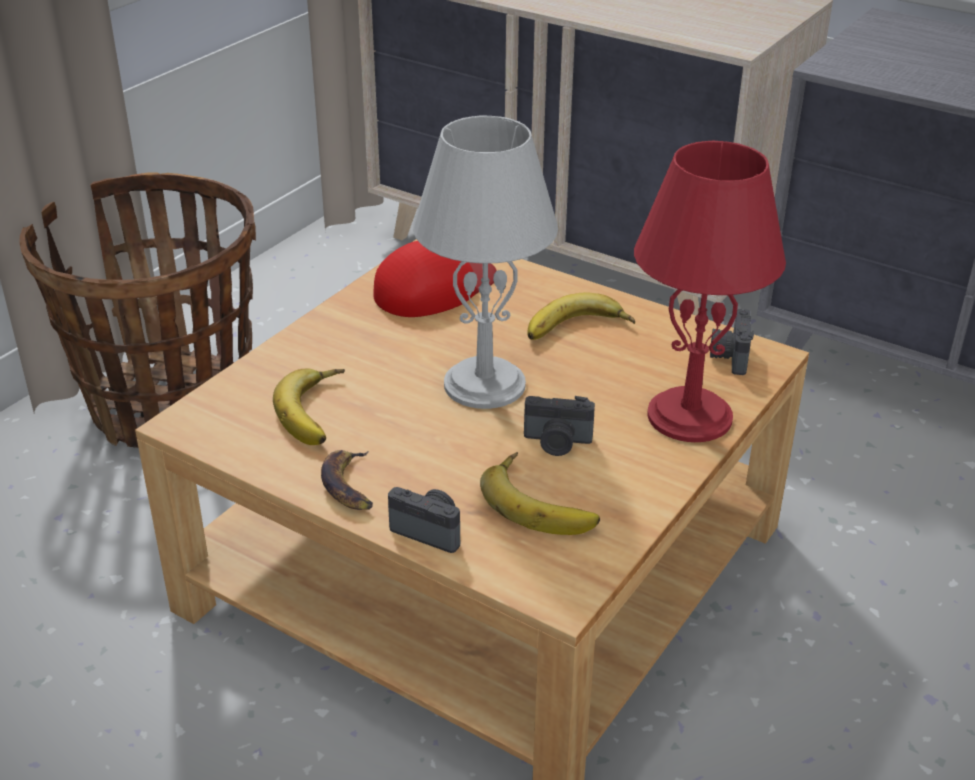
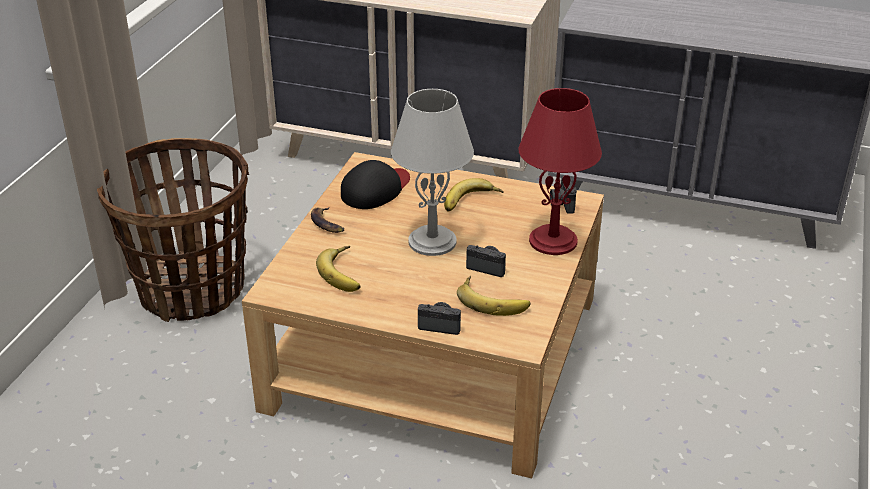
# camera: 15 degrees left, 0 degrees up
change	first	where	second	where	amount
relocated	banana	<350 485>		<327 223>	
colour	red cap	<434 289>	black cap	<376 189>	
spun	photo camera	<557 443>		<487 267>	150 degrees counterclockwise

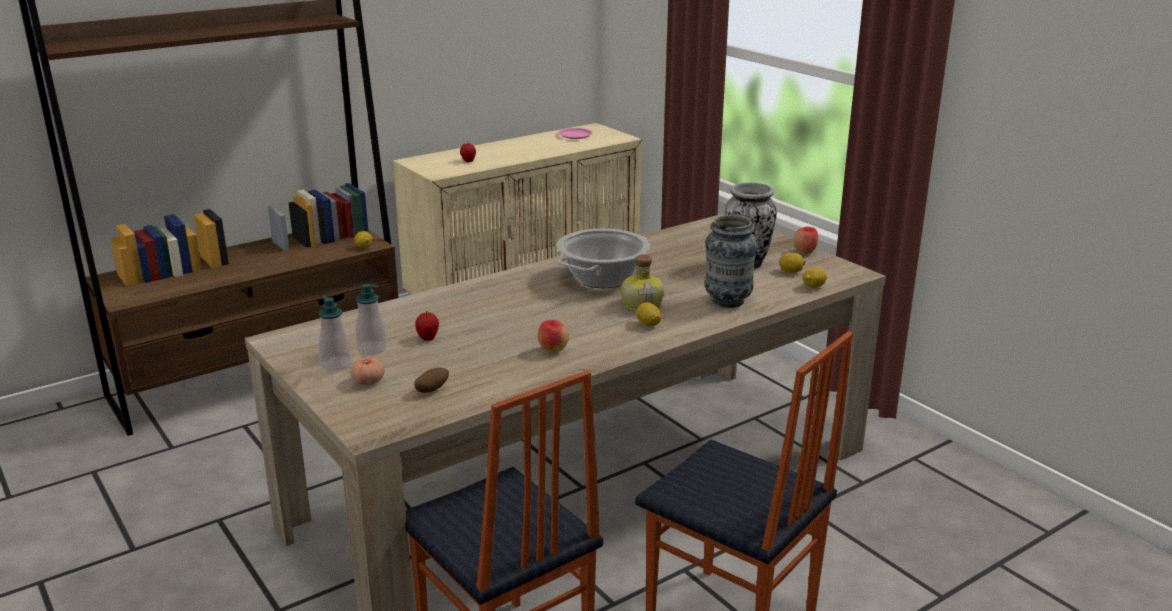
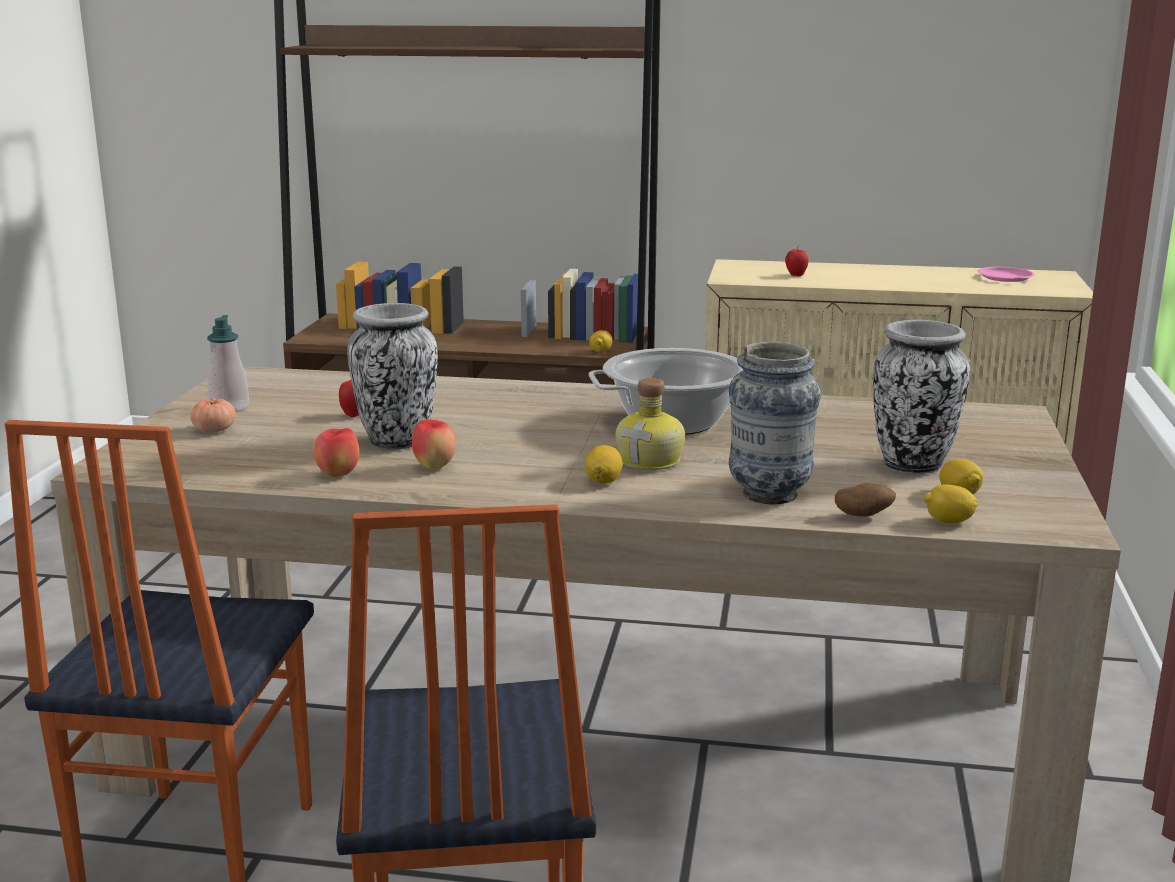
# camera: 45 degrees right, 5 degrees down
change	first	where	second	where	amount
missing	soap dispenser	<372 349>			
appeared			vase	<396 442>	
relocated	potato	<432 390>		<863 516>	
relocated	apple	<805 252>		<337 475>	

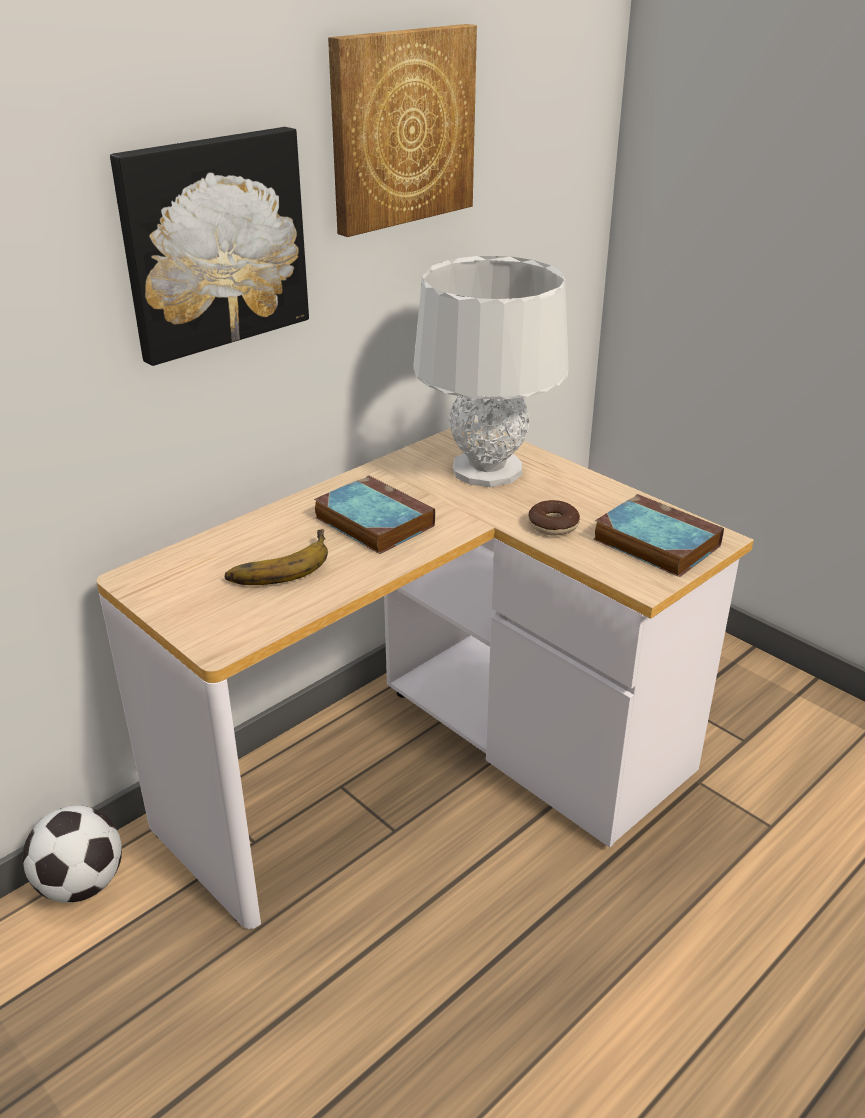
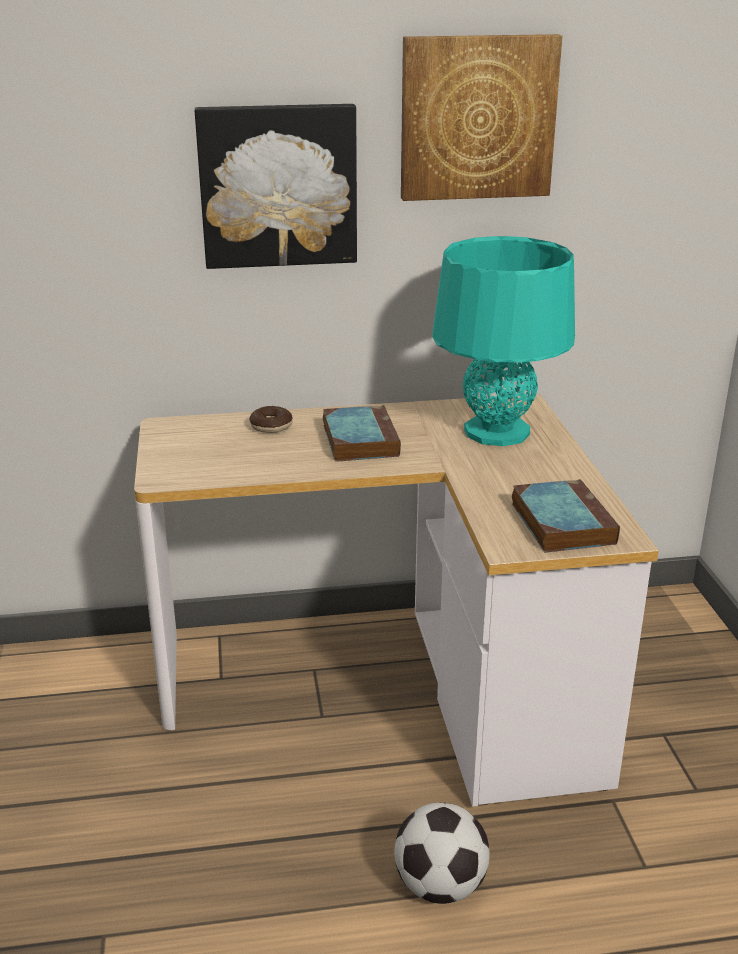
# camera: 35 degrees right, 5 degrees down
change	first	where	second	where	amount
missing	banana	<278 564>			
relocated	football	<81 885>		<439 885>	
relocated	donut	<553 525>		<271 426>	
colour	grey table lamp	<486 470>	turquoise table lamp	<496 432>	

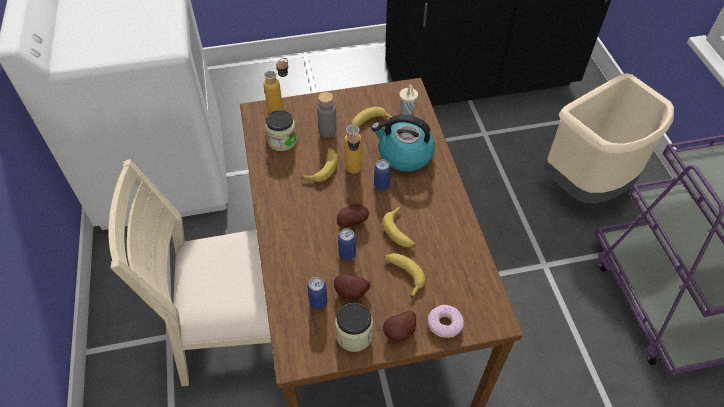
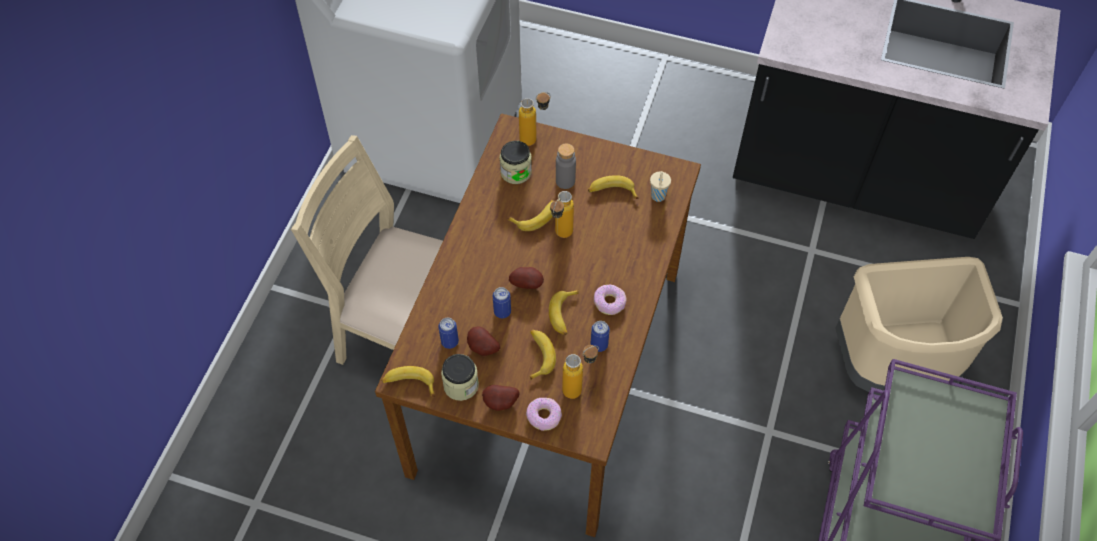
# camera: 30 degrees right, 5 degrees up
change	first	where	second	where	amount
missing	kettle	<404 155>			
appeared			banana	<409 383>	
appeared			bottle	<579 387>	
appeared			donut	<609 302>	
relocated	can	<381 185>		<599 345>	

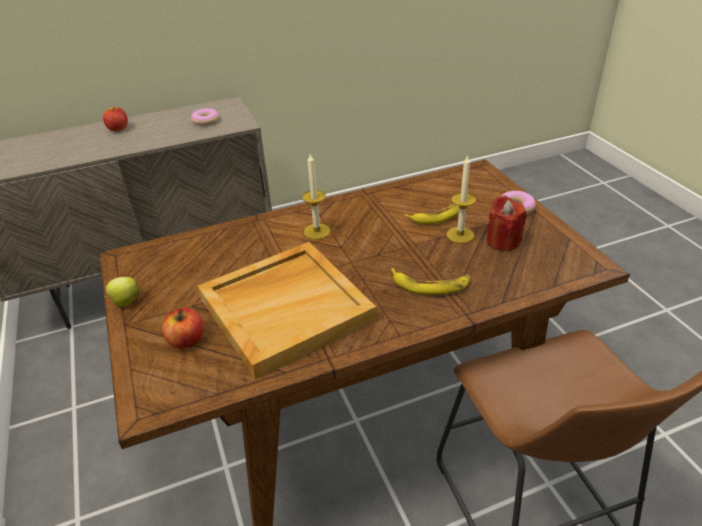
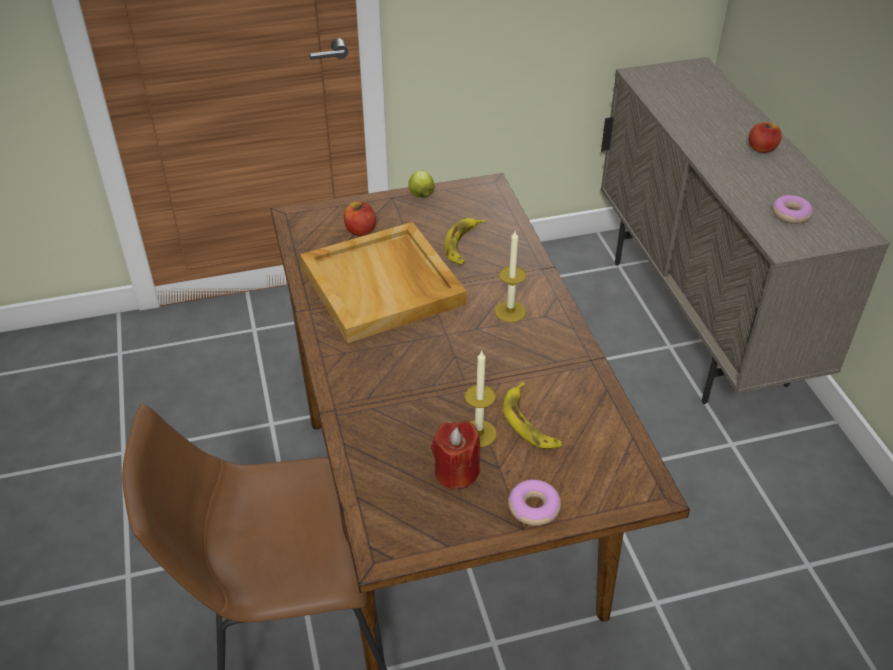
# camera: 95 degrees right, 5 degrees up
change	first	where	second	where	amount
relocated	banana	<430 285>		<463 245>	

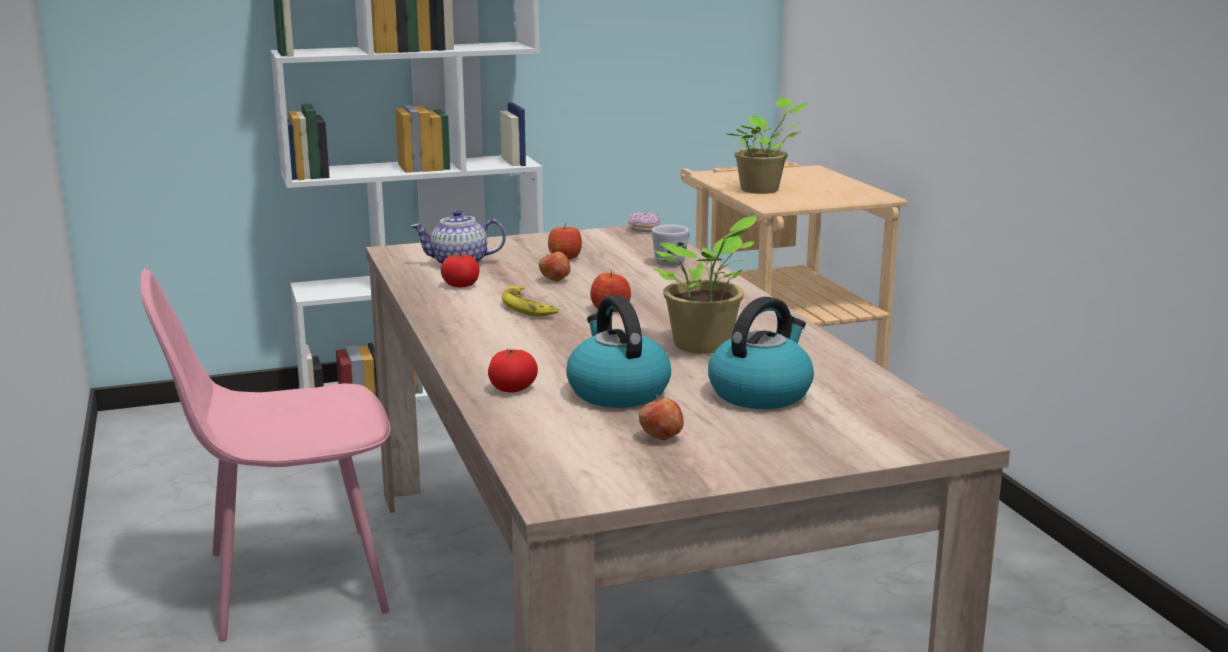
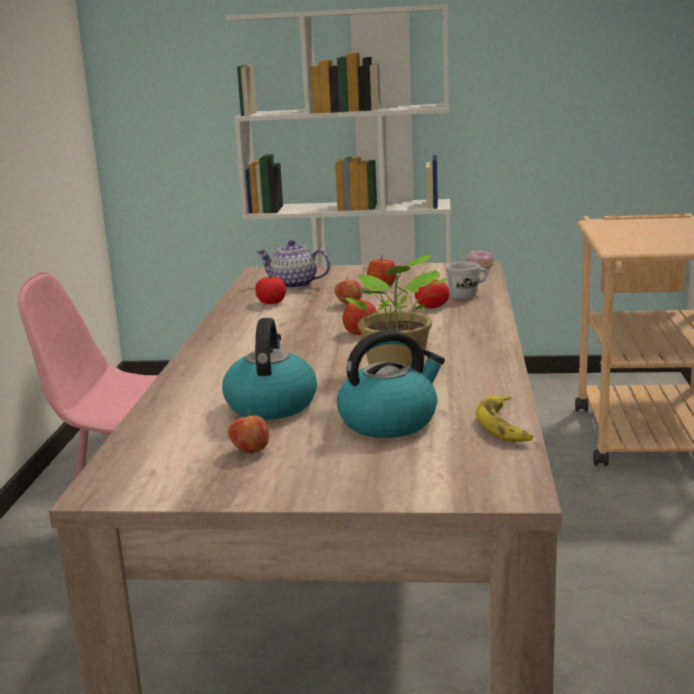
# camera: 25 degrees right, 0 degrees up
change	first	where	second	where	amount
missing	potted plant	<763 190>			
relocated	tomato	<513 389>		<432 306>	
relocated	banana	<529 307>		<505 426>	

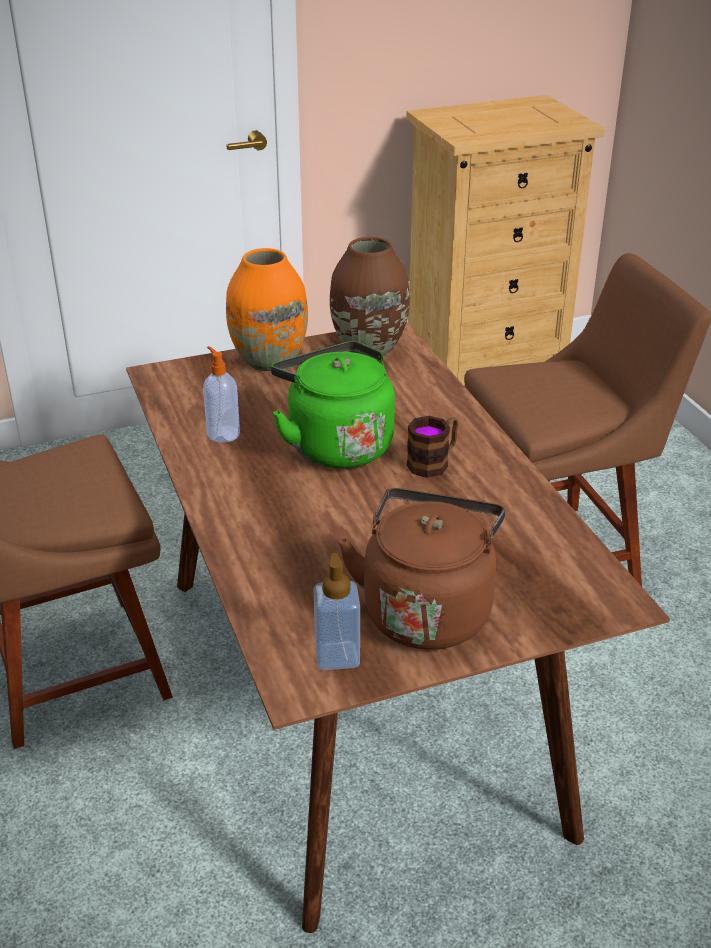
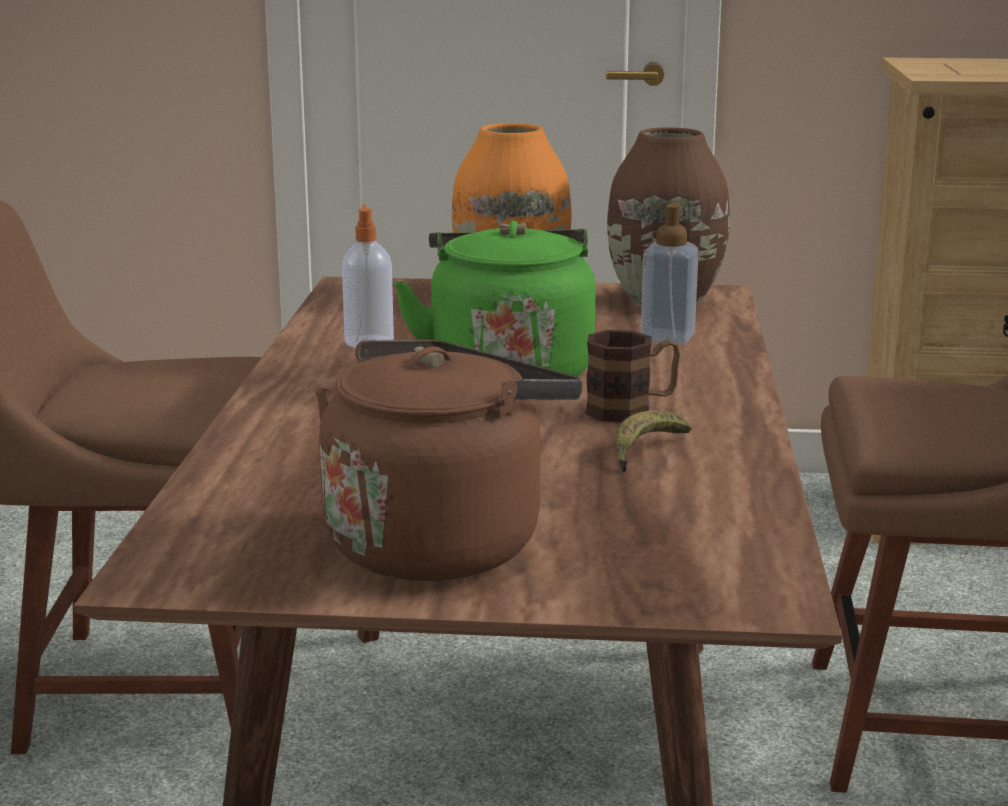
# camera: 25 degrees right, 15 degrees down
change	first	where	second	where	amount
appeared			banana	<645 452>	
relocated	soap dispenser	<337 656>		<667 337>	

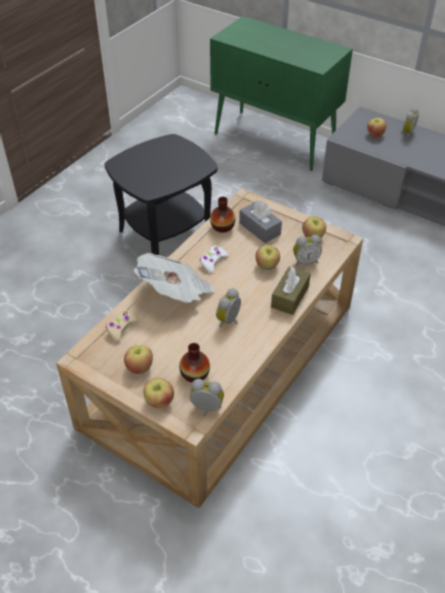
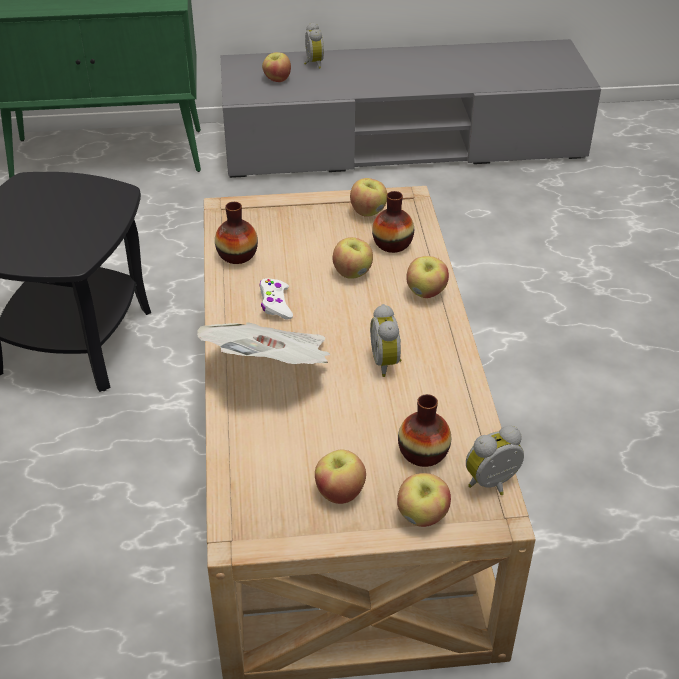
# camera: 40 degrees left, 5 degrees down
change	first	where	second	where	amount
missing	beige game controller	<121 327>			
missing	grey tissue box	<259 228>			
exchanged	brown tissue box	<290 297>	apple	<426 293>	
exchanged	alarm clock	<305 261>	vase	<392 244>	

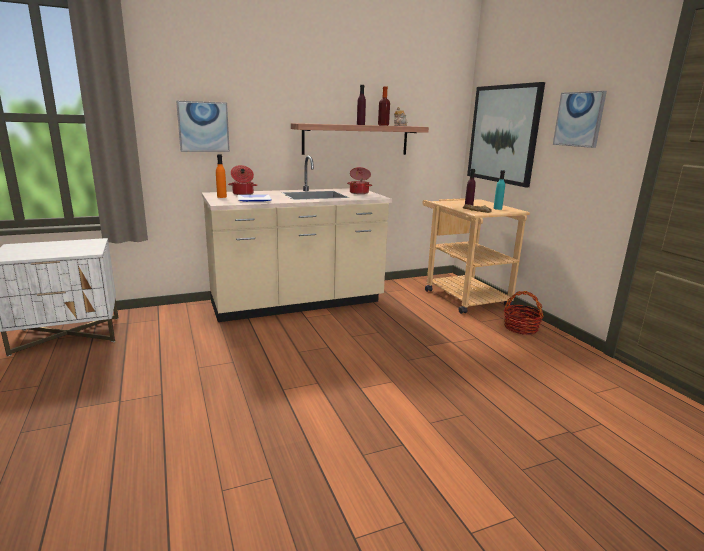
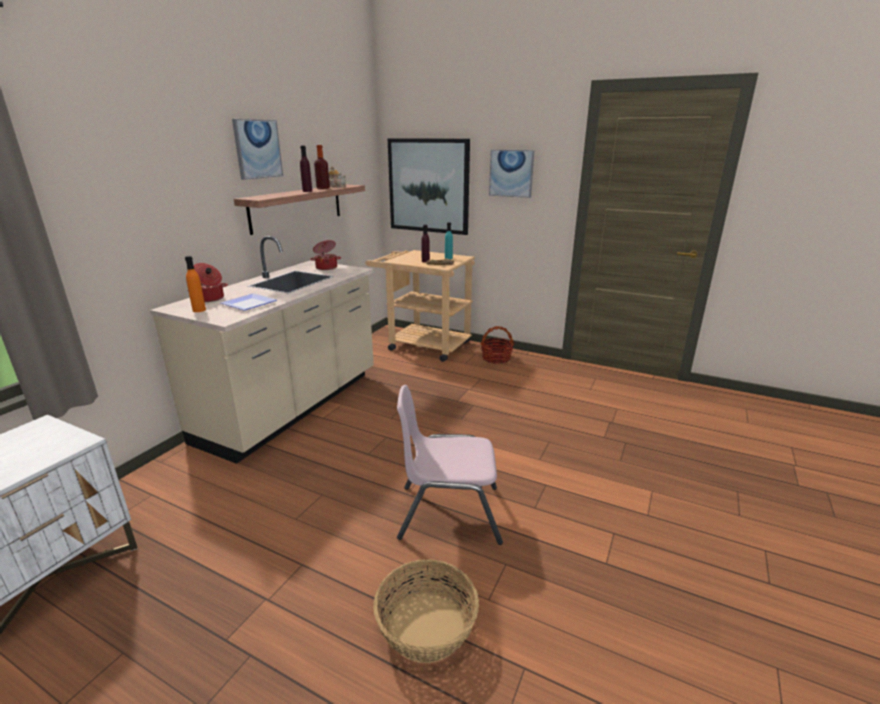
# camera: 40 degrees left, 5 degrees up
change	first	where	second	where	amount
appeared			basket	<425 626>	
appeared			pink chair	<449 512>	
relocated	picture	<203 126>		<257 149>	

